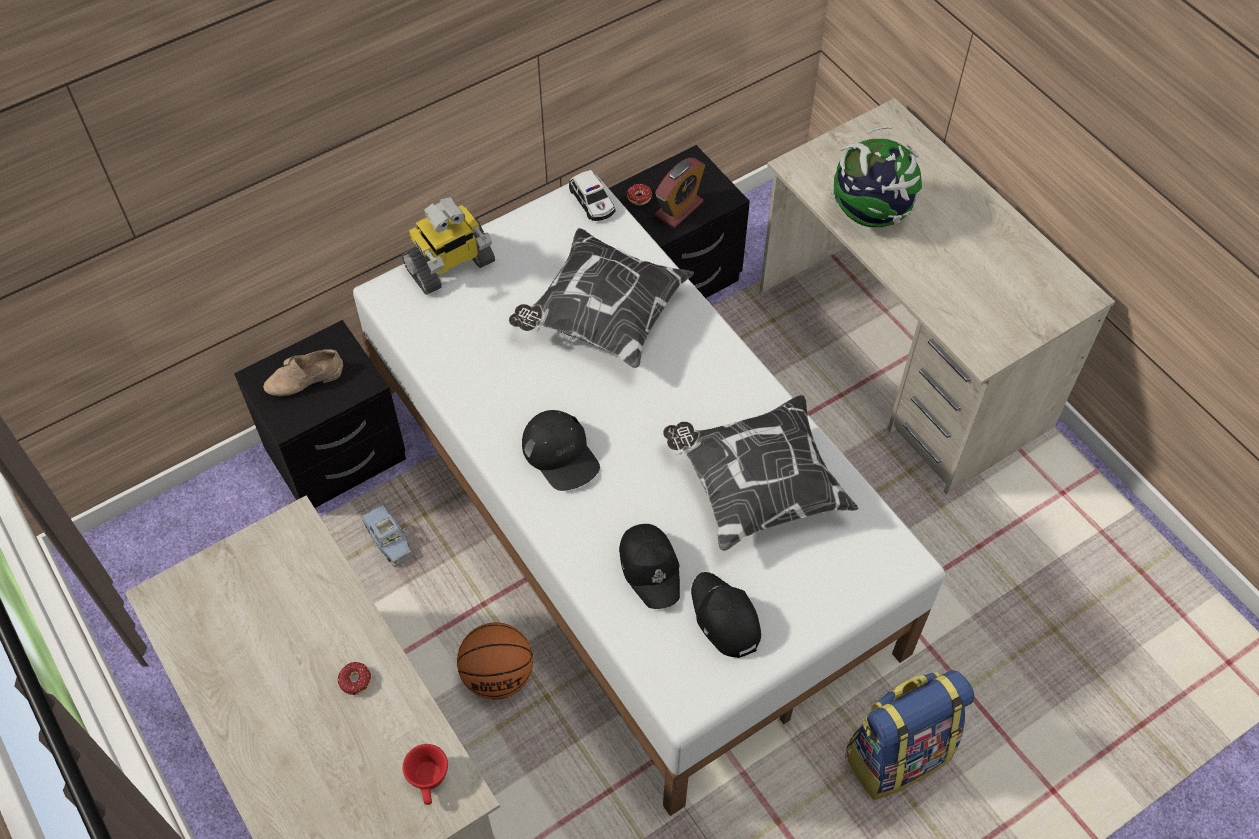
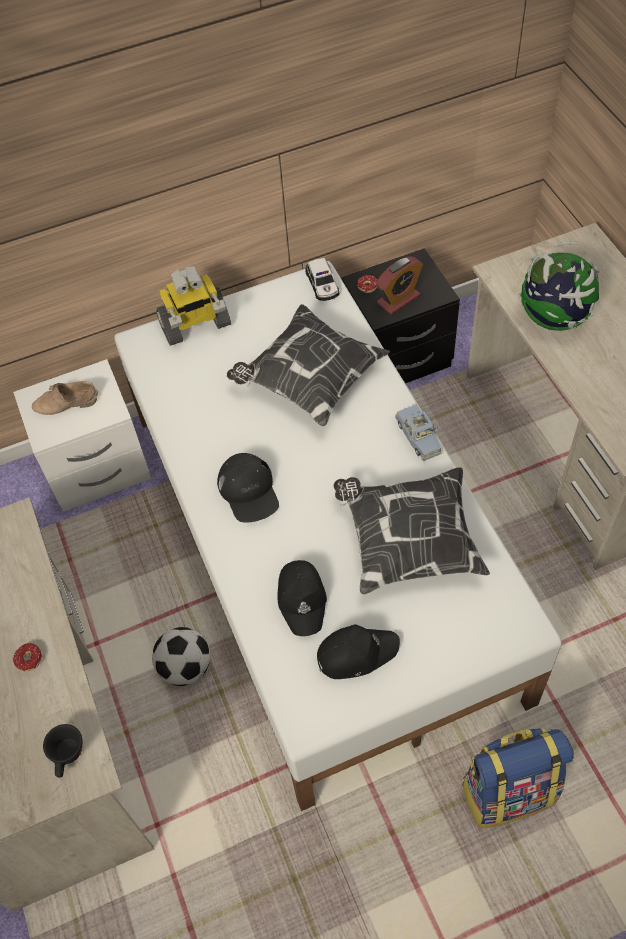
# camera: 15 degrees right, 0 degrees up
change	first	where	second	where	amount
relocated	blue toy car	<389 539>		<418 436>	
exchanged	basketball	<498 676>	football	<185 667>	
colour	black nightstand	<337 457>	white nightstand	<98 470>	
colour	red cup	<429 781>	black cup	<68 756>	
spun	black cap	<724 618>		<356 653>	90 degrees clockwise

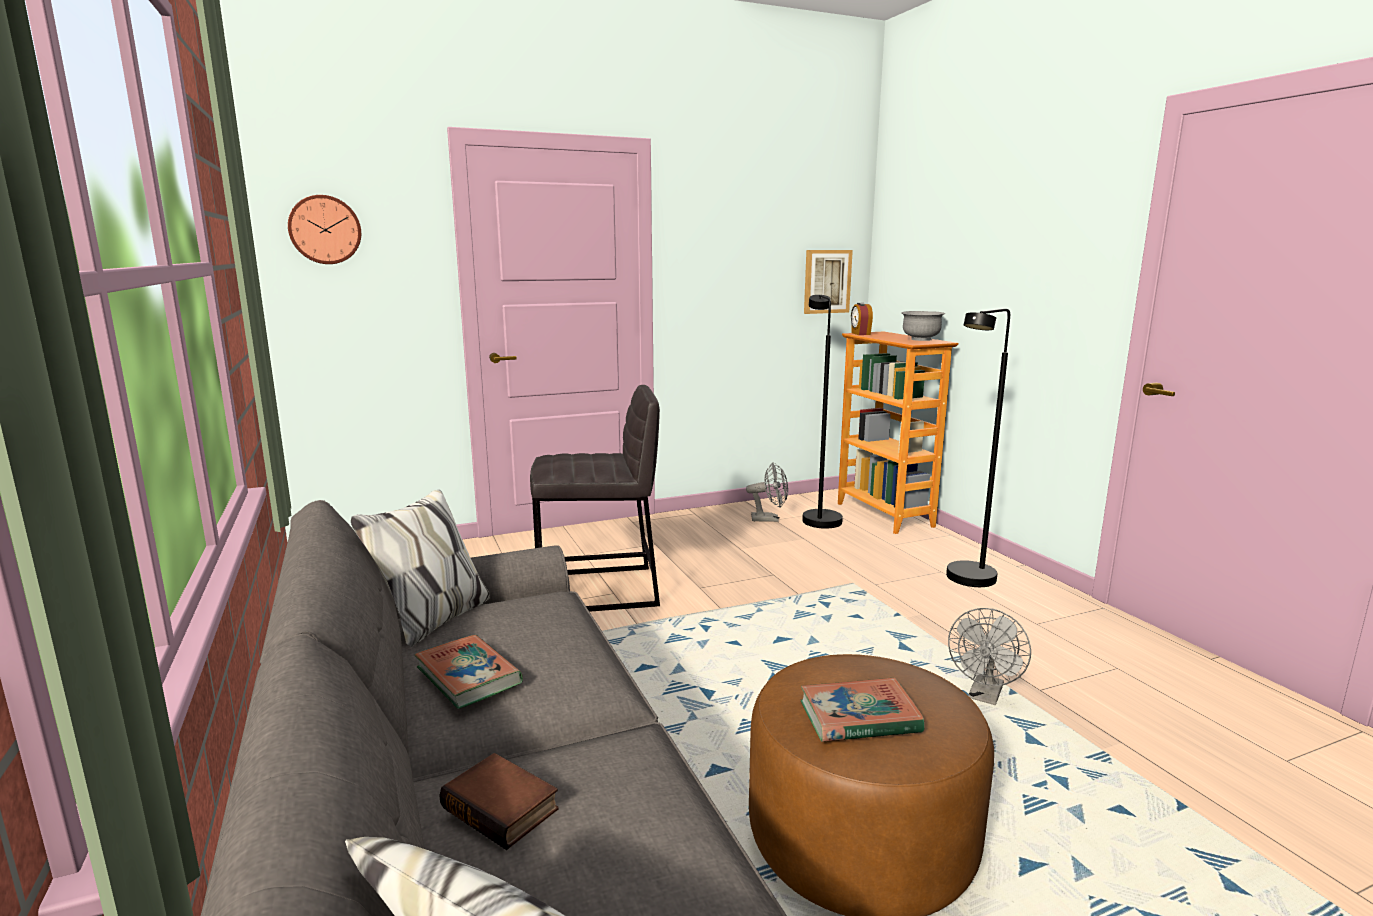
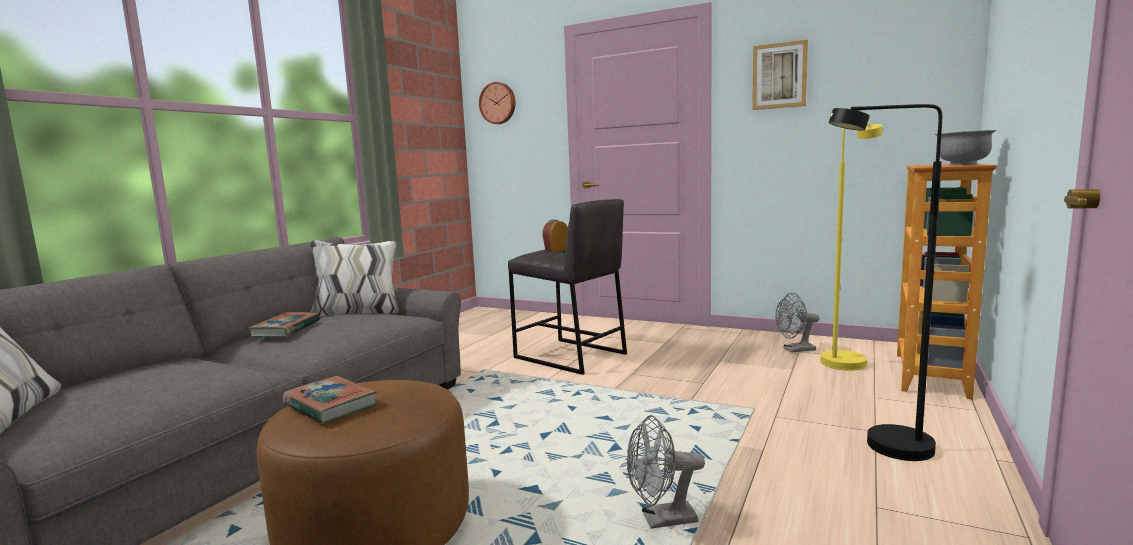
# camera: 50 degrees right, 5 degrees down
change	first	where	second	where	amount
missing	book	<504 807>			
relocated	picture	<826 281>		<779 76>	
relocated	alarm clock	<860 334>		<556 250>	
colour	black floor lamp	<818 517>	yellow floor lamp	<847 360>	
spun	grey fan	<769 519>		<795 350>	120 degrees clockwise

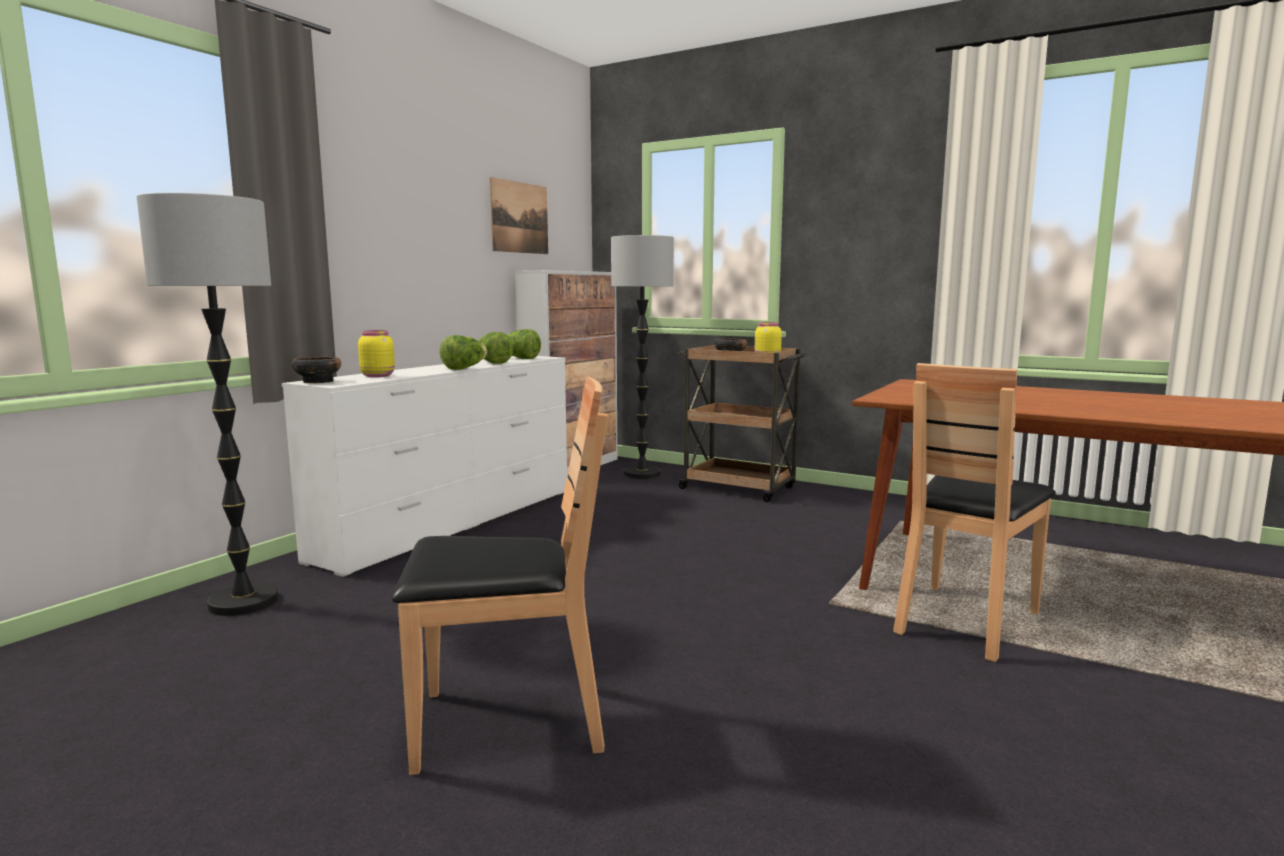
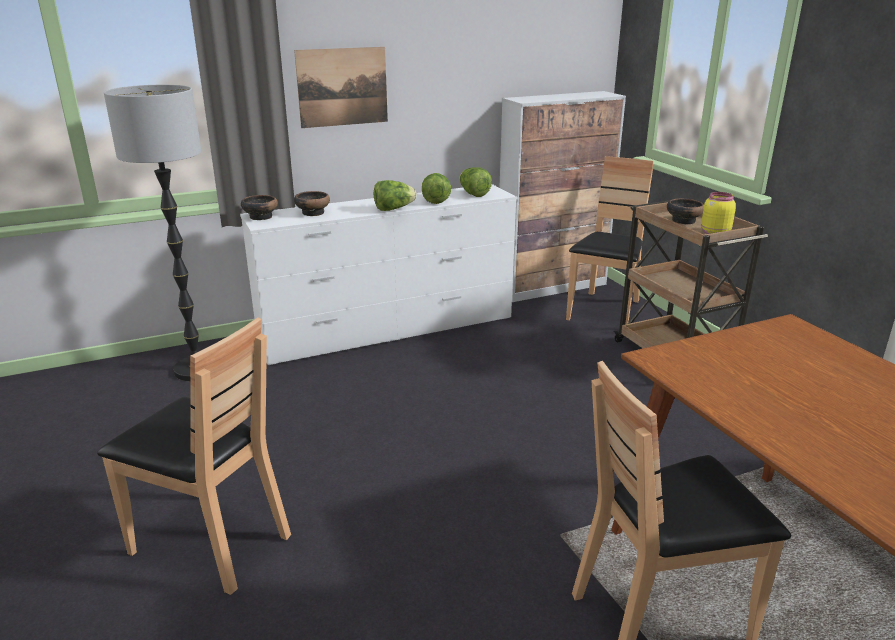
# camera: 35 degrees right, 15 degrees up
change	first	where	second	where	amount
relocated	picture	<519 217>		<342 87>	
exchanged	yellow jar	<377 376>	bowl	<313 212>	
exchanged	floor lamp	<642 474>	brown chair	<604 311>	

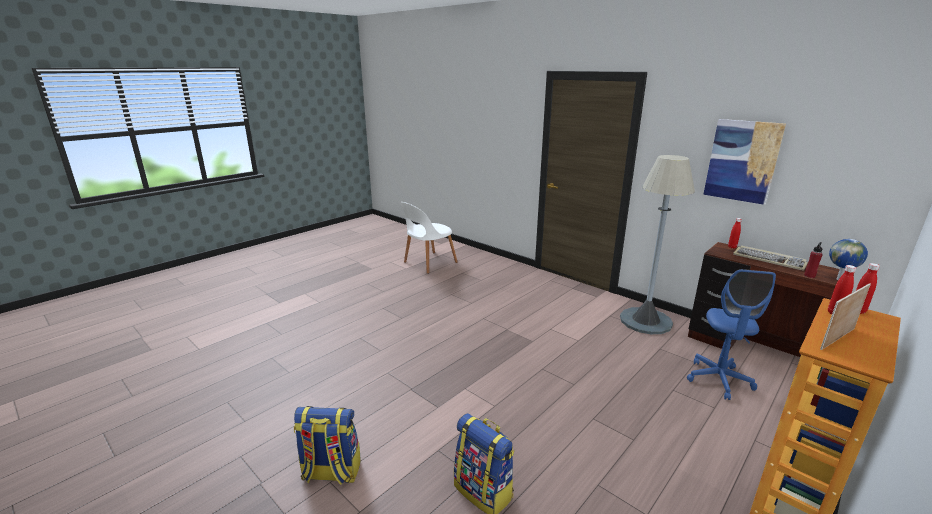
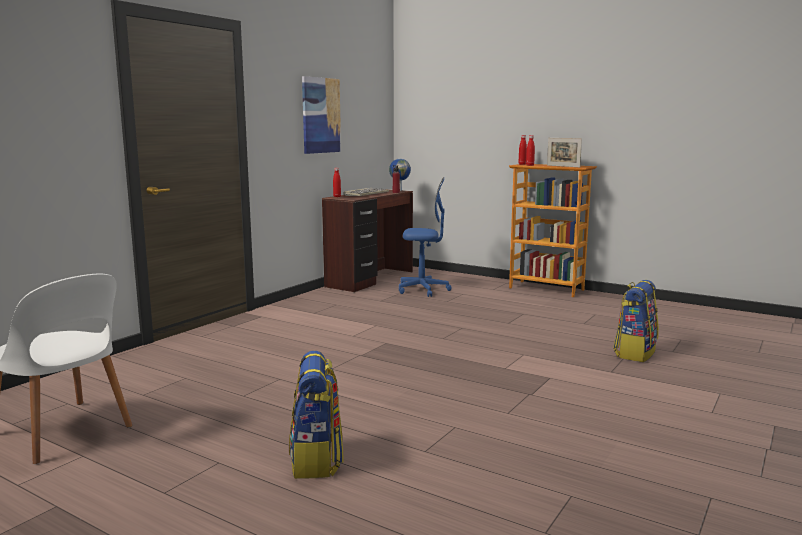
# camera: 100 degrees left, 10 degrees down
change	first	where	second	where	amount
missing	grey floor lamp	<645 321>			
relocated	backpack	<331 472>		<317 460>	

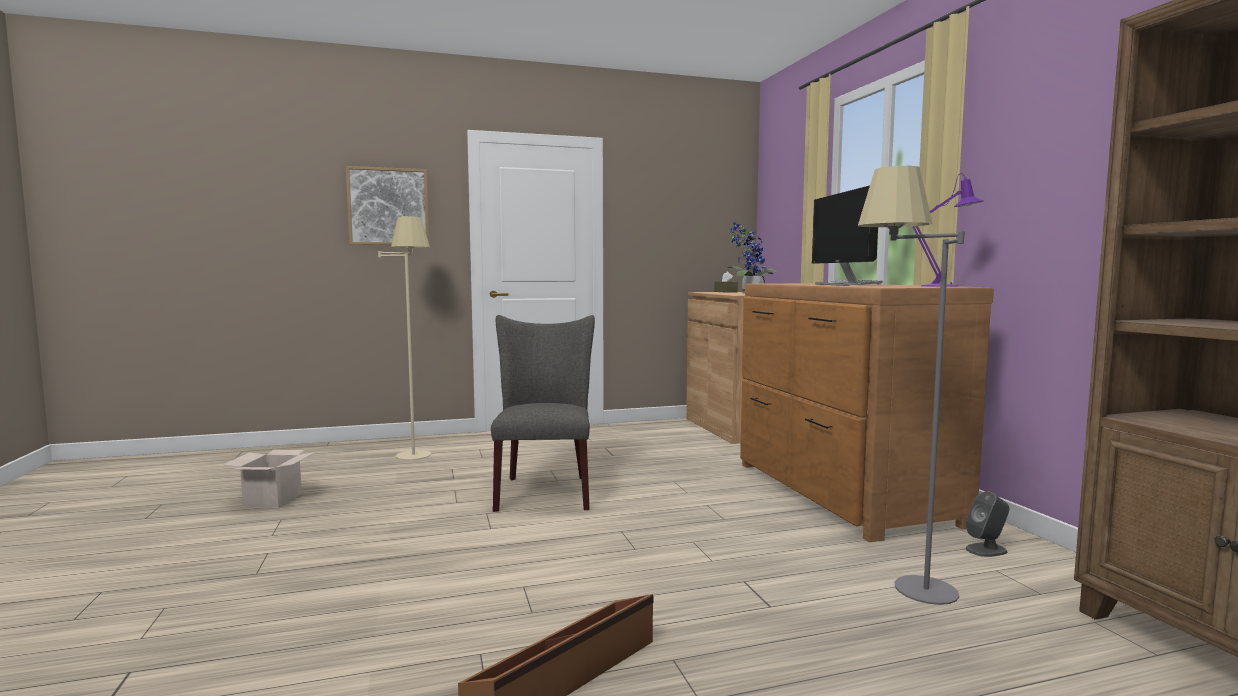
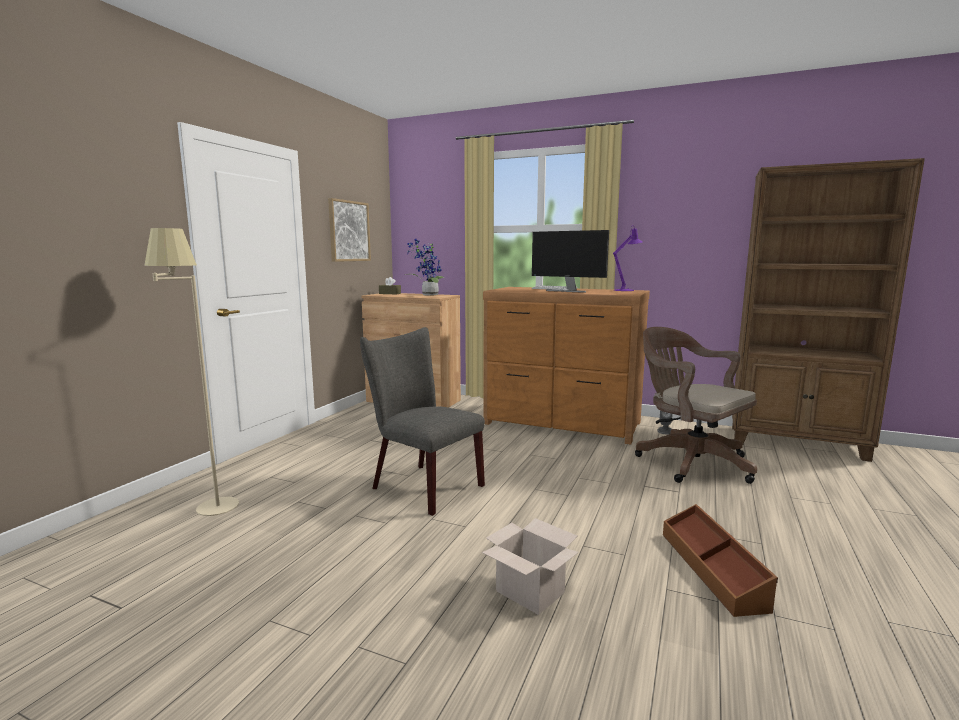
# camera: 50 degrees left, 5 degrees up
change	first	where	second	where	amount
relocated	cardboard box	<273 500>		<528 592>	
relocated	picture	<388 207>		<349 231>	
exchanged	grey floor lamp	<900 591>	brown office chair	<689 461>	

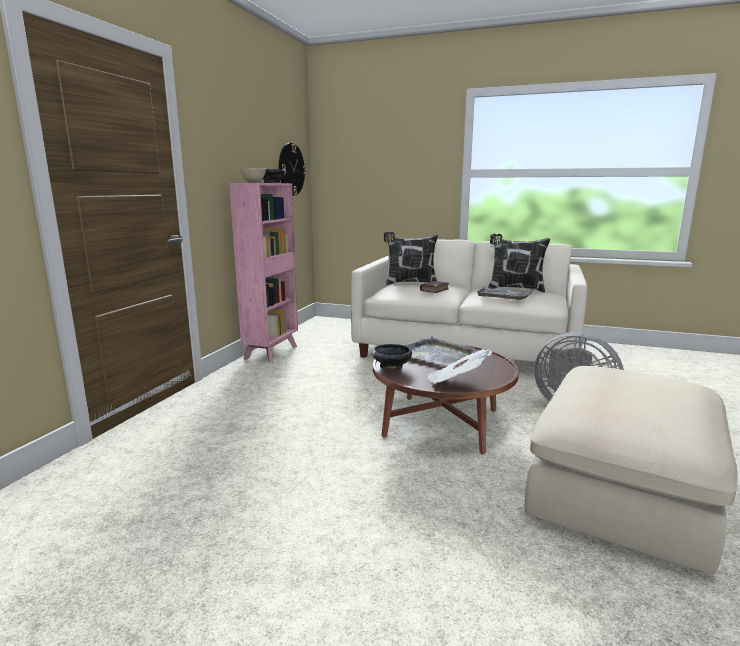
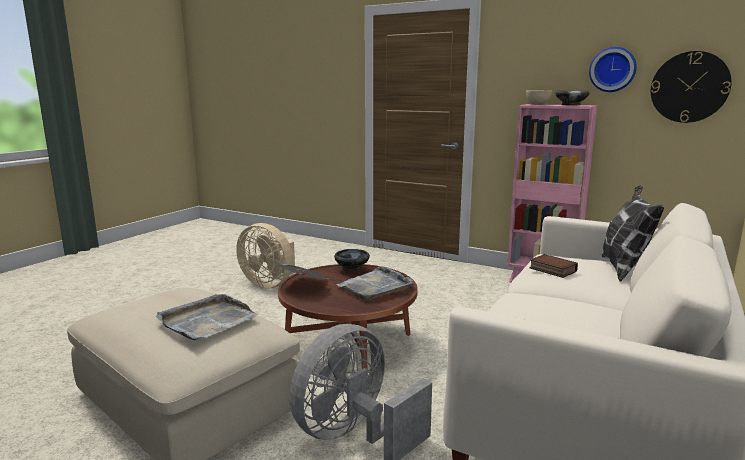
# camera: 100 degrees right, 0 degrees up
change	first	where	second	where	amount
missing	pillow	<515 289>			
appeared			beige fan	<270 283>	
appeared			wall clock	<612 69>	
relocated	grey tray	<506 295>		<207 321>	

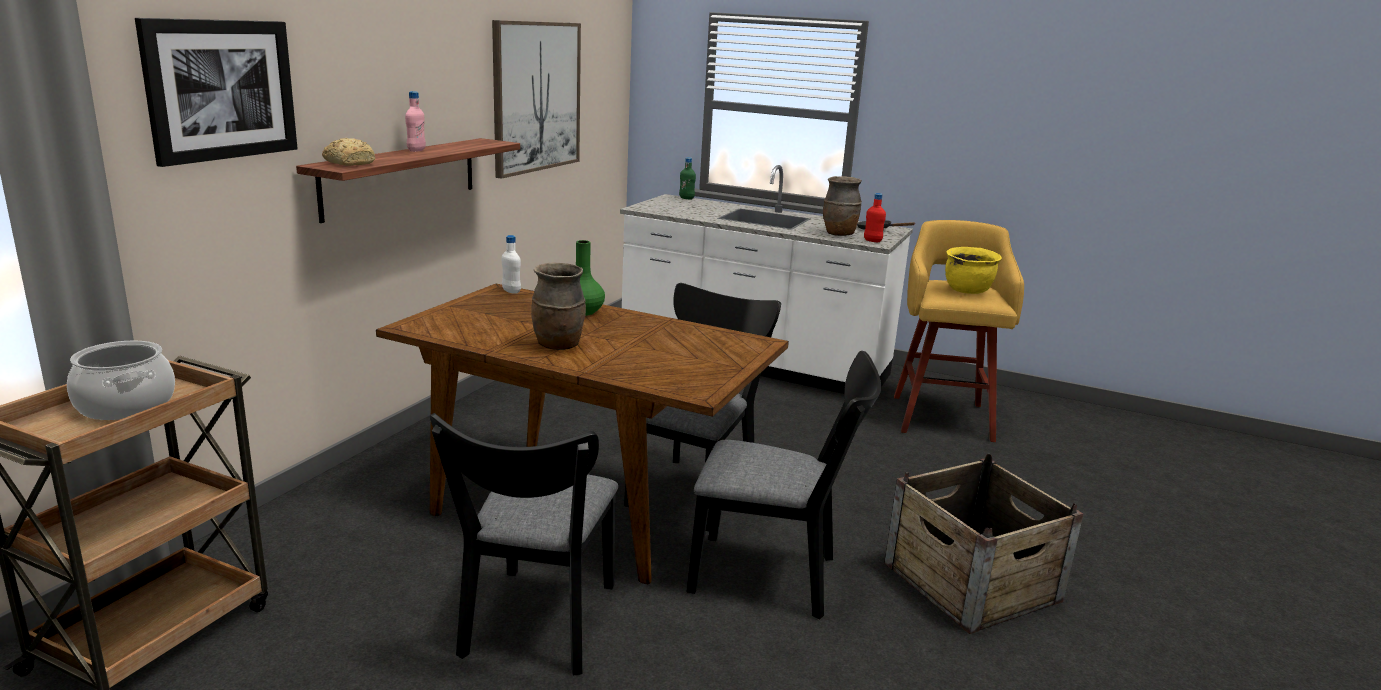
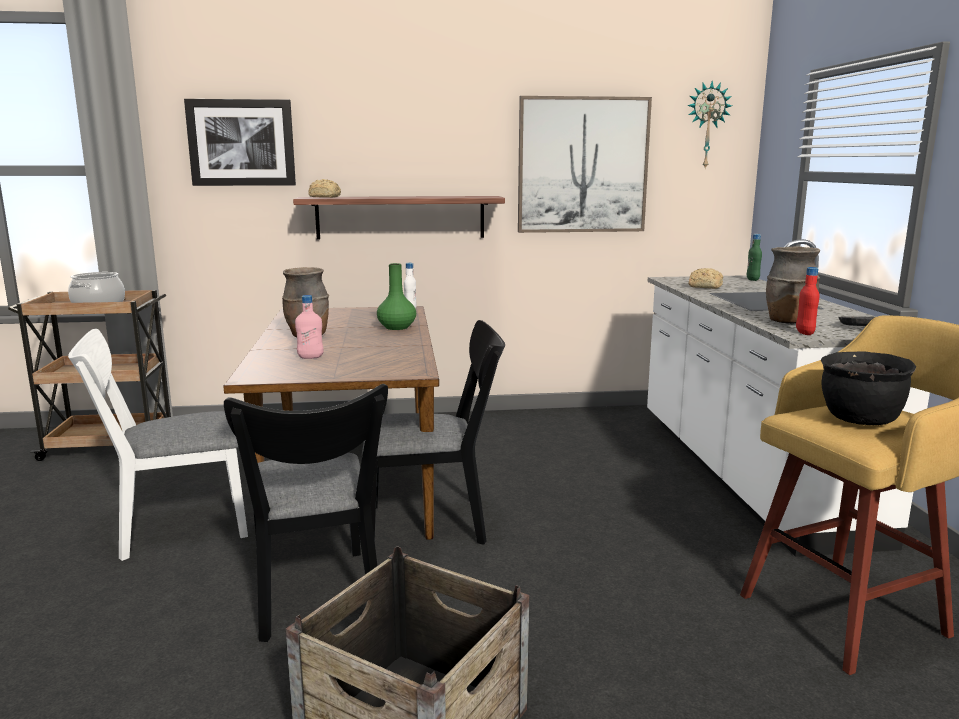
# camera: 60 degrees right, 5 degrees down
change	first	where	second	where	amount
appeared			wall clock	<707 125>	
appeared			bread	<704 287>	
relocated	pink bottle	<416 150>		<310 357>	
colour	black chair	<536 627>	white chair	<172 529>	
colour	yellow cooking pot	<967 291>	black cooking pot	<860 420>	

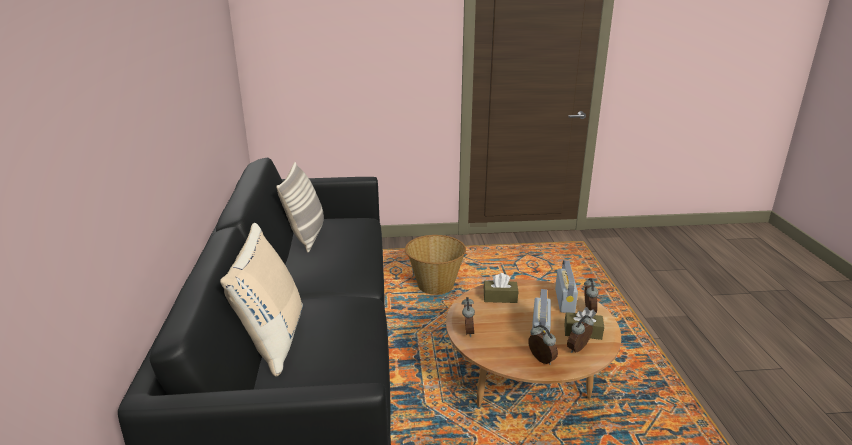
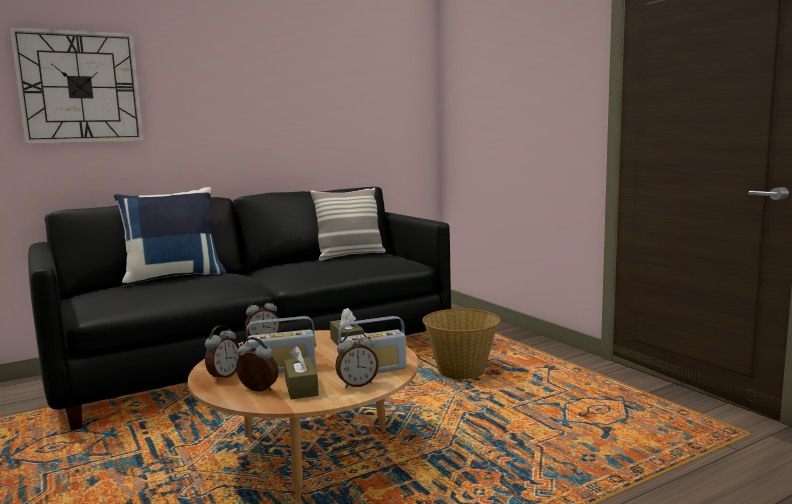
# camera: 65 degrees right, 15 degrees down
change	first	where	second	where	amount
appeared			wall clock	<80 87>	
colour	beige pillow	<272 339>	blue pillow	<174 277>	

